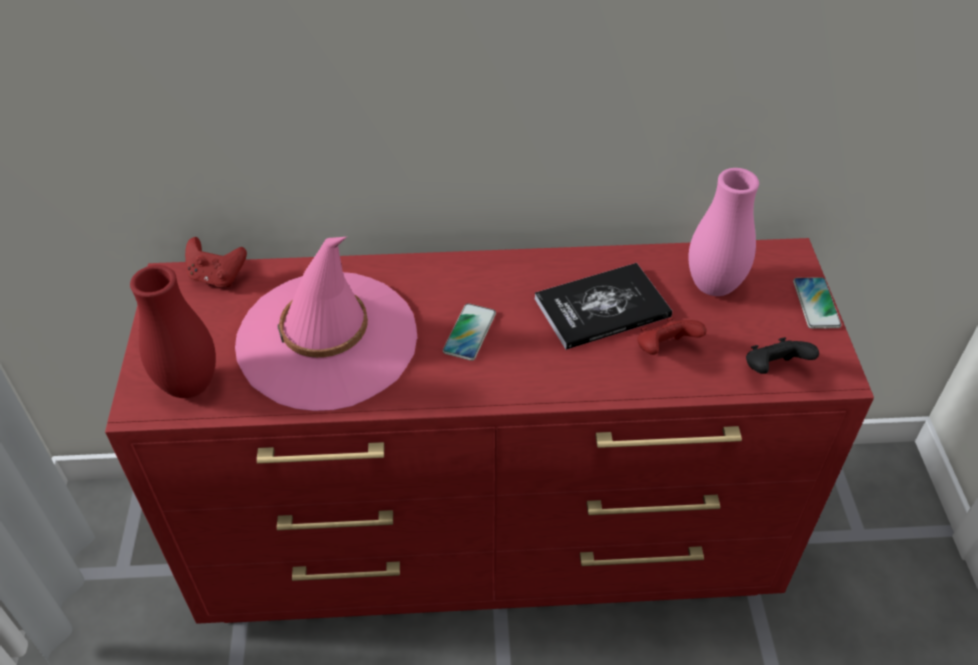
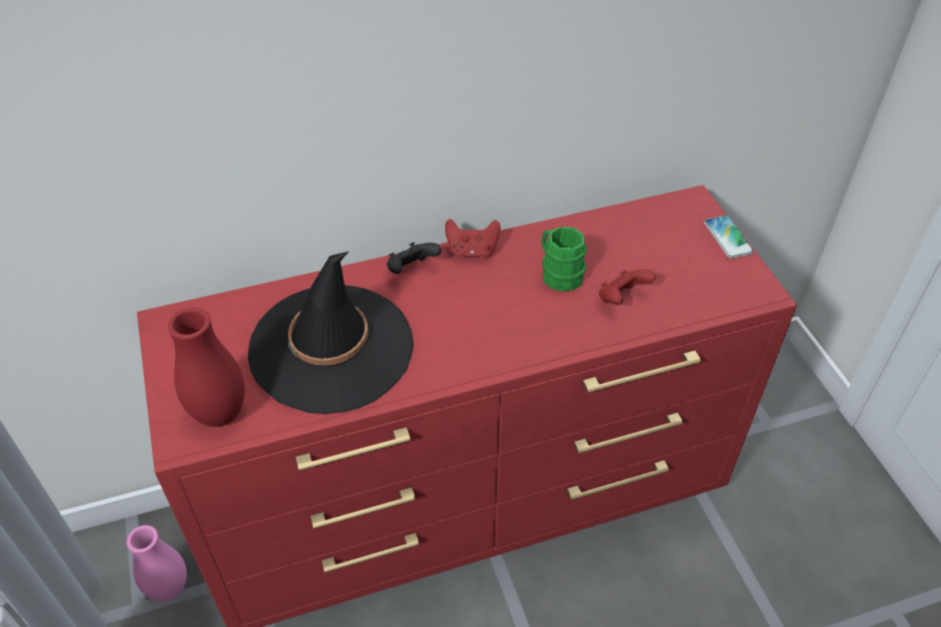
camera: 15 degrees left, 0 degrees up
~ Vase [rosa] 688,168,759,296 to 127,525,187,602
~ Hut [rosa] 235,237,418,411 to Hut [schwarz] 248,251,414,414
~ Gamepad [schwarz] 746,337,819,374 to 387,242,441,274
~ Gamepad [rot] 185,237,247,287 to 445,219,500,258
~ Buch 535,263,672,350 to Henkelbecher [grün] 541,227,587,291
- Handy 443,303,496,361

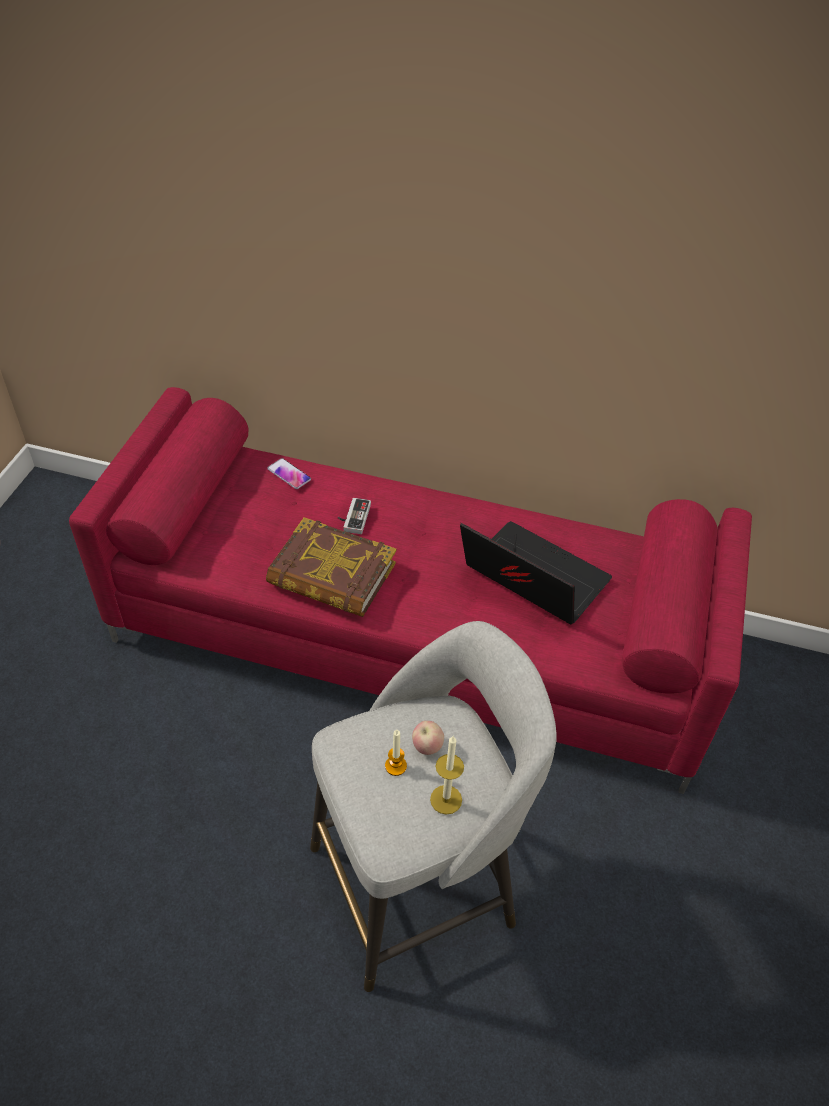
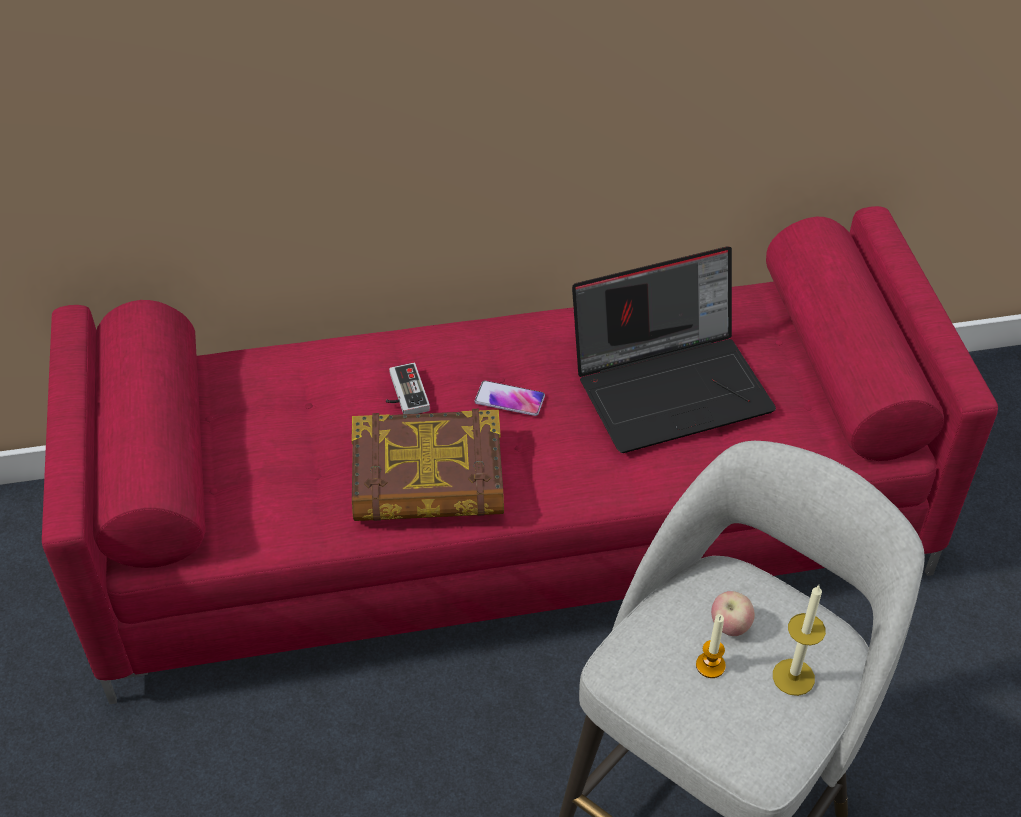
camera: 25 degrees left, 0 degrees up
~ Handy 267,458,311,489 to 475,381,545,416
~ Laptop 460,521,612,624 = 572,247,776,453 150 degrees clockwise

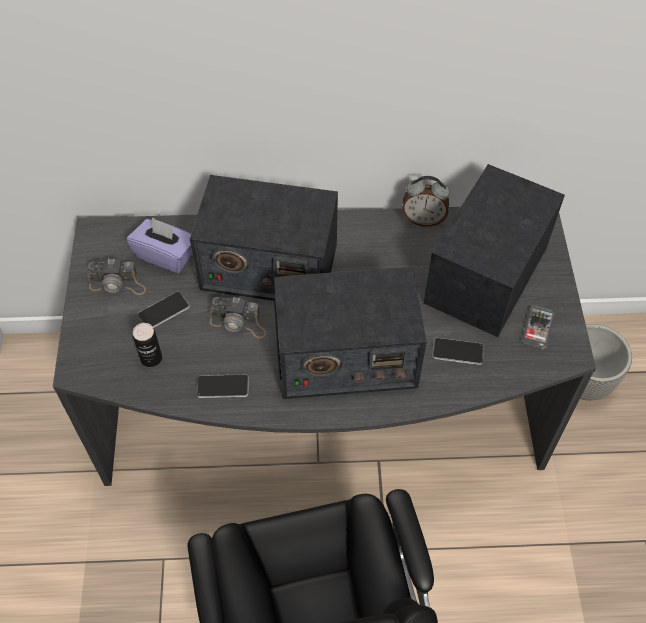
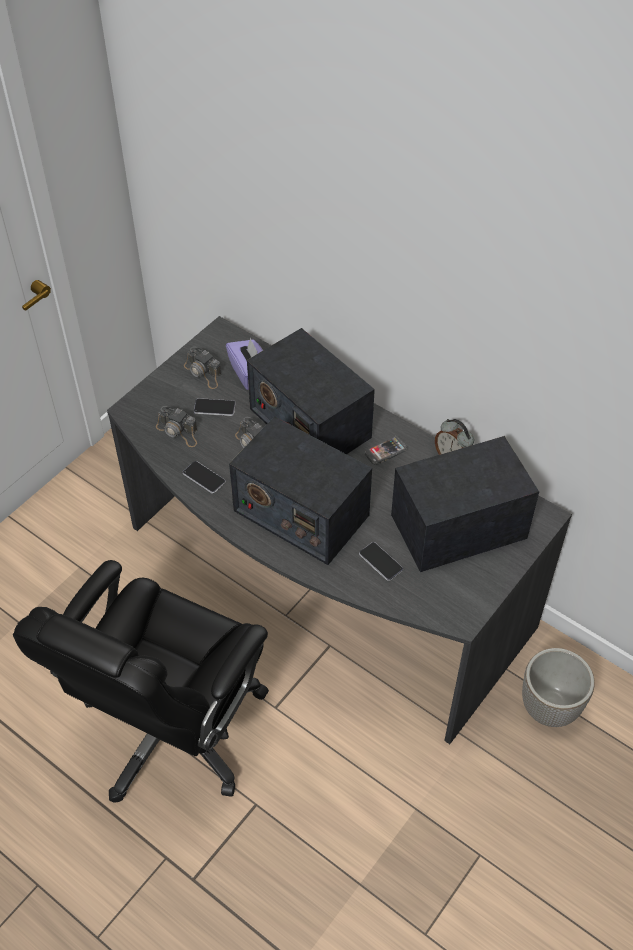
camera: 40 degrees right, 5 degrees down
~ Dose 133,323,162,367 to Kamera 156,406,197,447
~ Handy 522,305,555,350 to 365,436,407,465

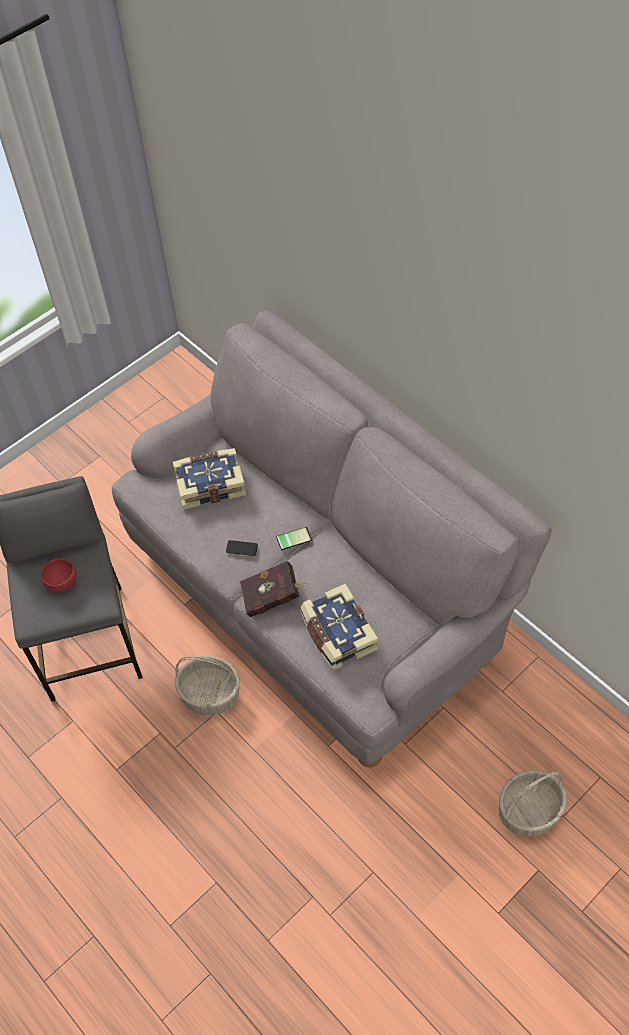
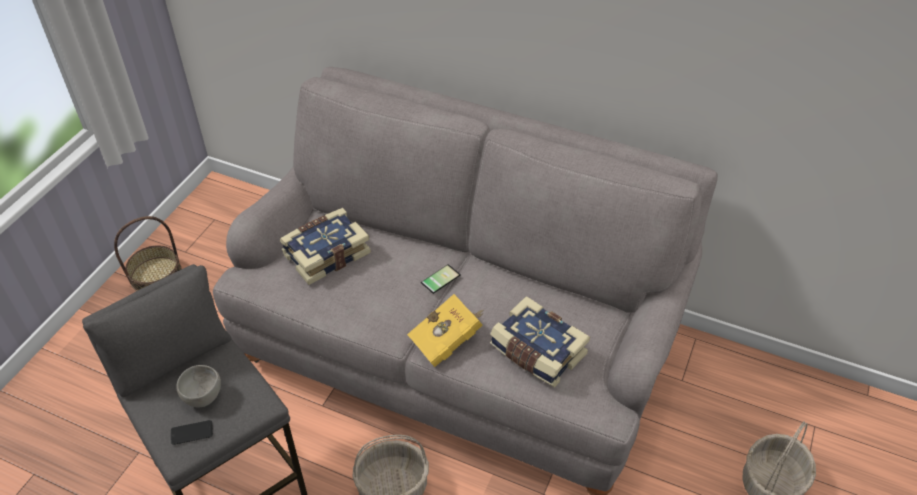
camera: 25 degrees left, 10 degrees down
+ Korb 114,216,182,291
~ Handy 226,540,258,556 to 171,420,213,445
~ Schüssel [rot] 41,558,77,592 to Schüssel [grau] 176,365,221,407
~ Buch [rot] 240,561,306,617 to Buch [gelb] 407,294,484,367

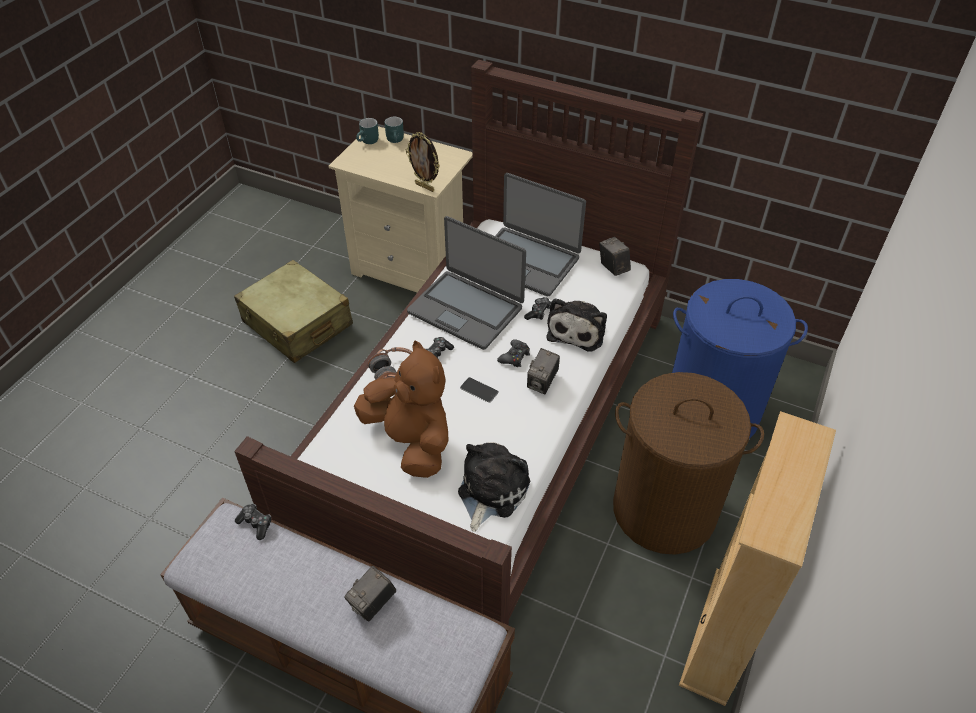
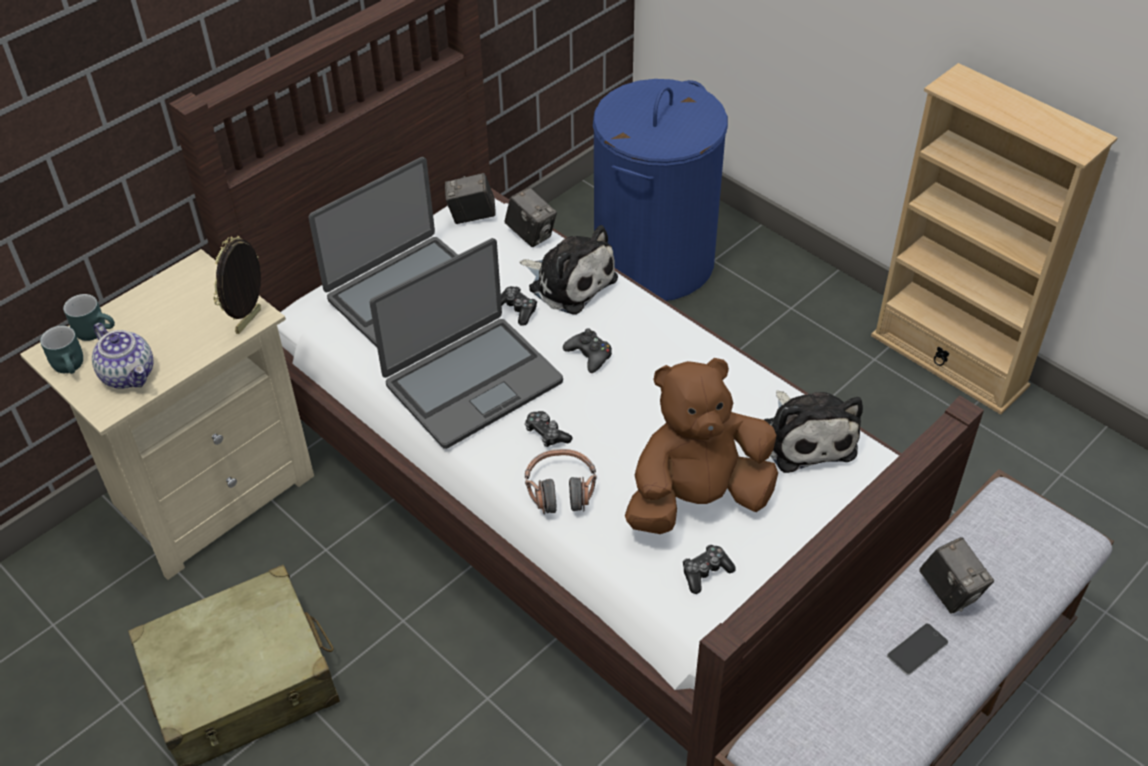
camera: 70 degrees left, 0 degrees up
+ Teekanne 92,323,154,388
~ Bilderrahmen 406,132,440,192 = 214,236,261,334 150 degrees clockwise
~ Kamera 527,348,560,394 to 505,187,557,247
~ Gamepad 235,504,271,540 to 683,544,736,594
~ Plüschtier 458,442,530,532 = 764,390,863,473 150 degrees counterclockwise
~ Handy 460,377,499,403 to 887,623,948,675
- Wäschekorb [braun] 613,372,764,555

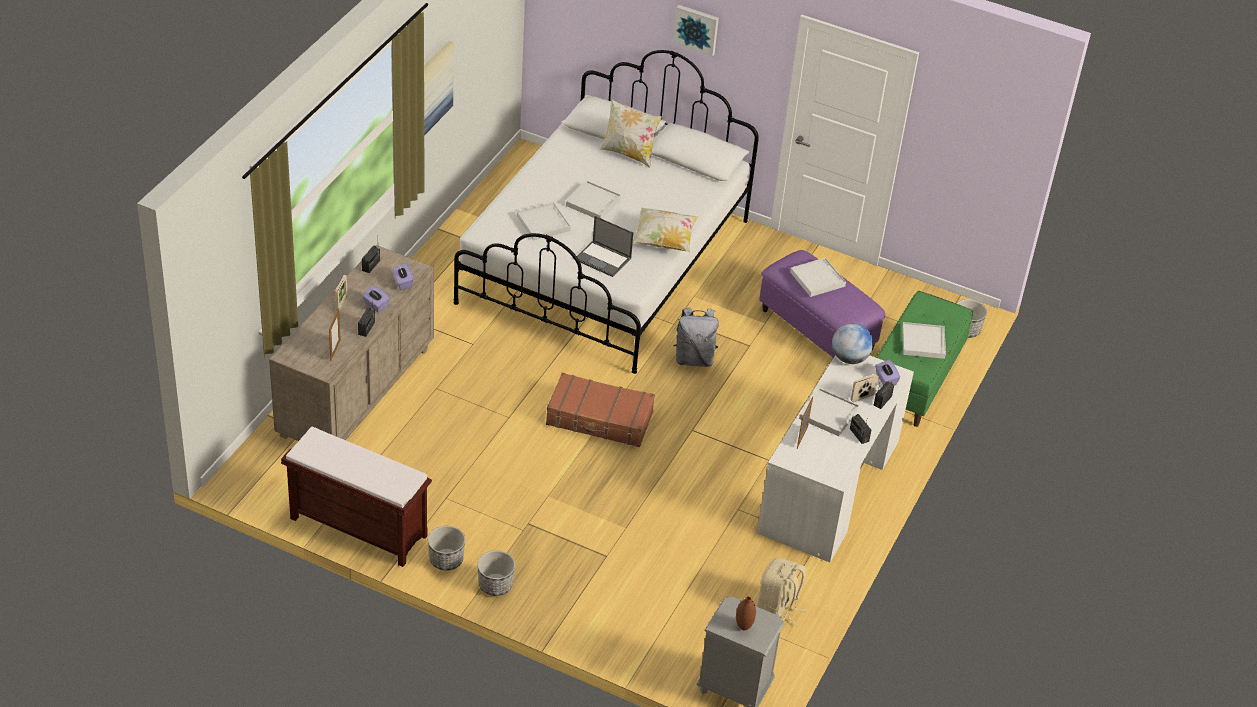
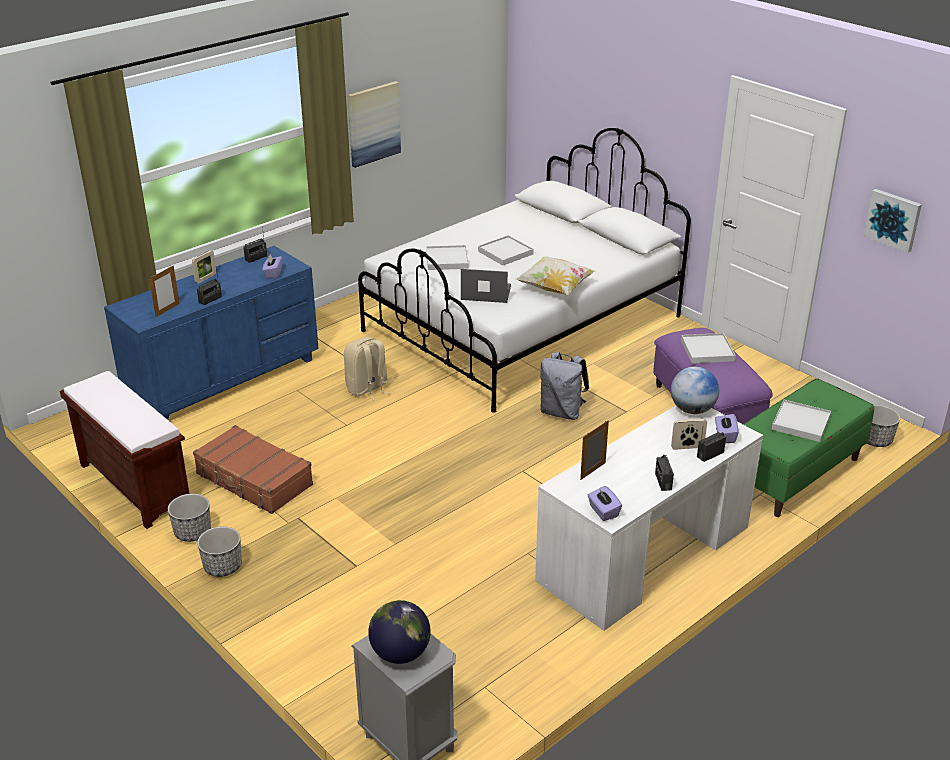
camera: 25 degrees right, 10 degrees down
~ Kommode [beige] 269,245,434,441 to Kommode [blau] 104,246,319,420
~ Koffer [braun] 546,373,655,447 to 193,425,313,514
~ Rucksack [beige] 757,558,806,625 to 344,337,390,401
~ Vase [braun] 736,597,756,631 to Globus 368,600,430,664
~ Laptop 577,216,633,277 = 461,269,511,303 135 degrees clockwise
~ Taschentuchbox [lila] 362,285,390,312 to 588,486,622,521
~ Bild 673,5,719,57 to 863,189,922,253
- Kissen 600,99,662,168
- Tablett [weiß] 799,388,859,436

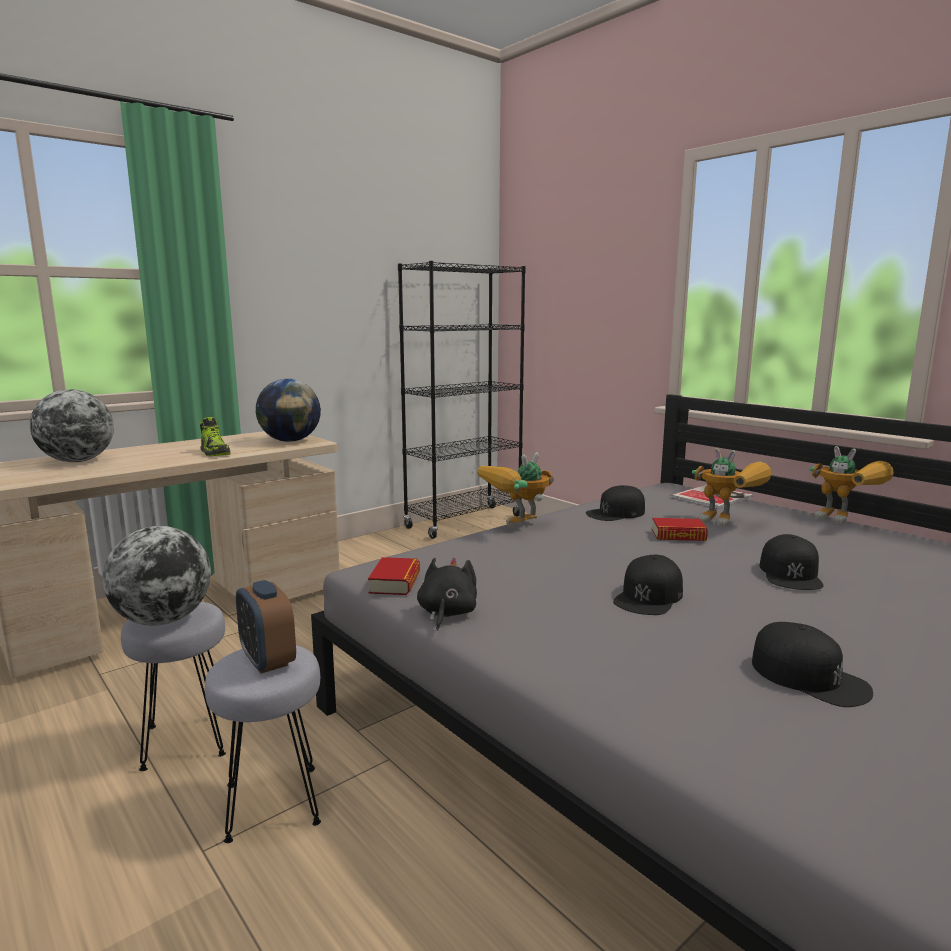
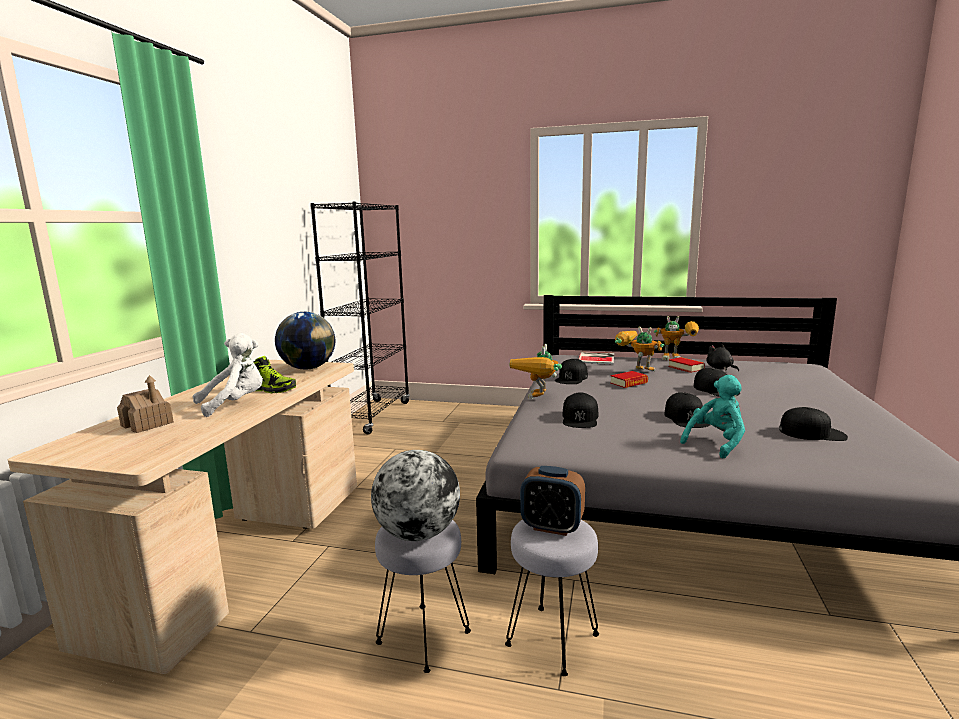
camera: 35 degrees left, 0 degrees up
~ Globus 30,389,114,462 to Spielzeughaus 117,375,174,433
+ Plüschtier [weiß] 193,333,263,417
+ Kappe [schwarz] 562,392,598,428
~ Spielzeugroboter 692,448,772,527 = 615,326,665,371 150 degrees counterclockwise
~ Buch 368,557,420,595 to 668,357,705,373
+ Plüschtier [türkis] 680,375,745,458
~ Plüschtier [schwarz] 417,557,477,631 to 706,344,739,371

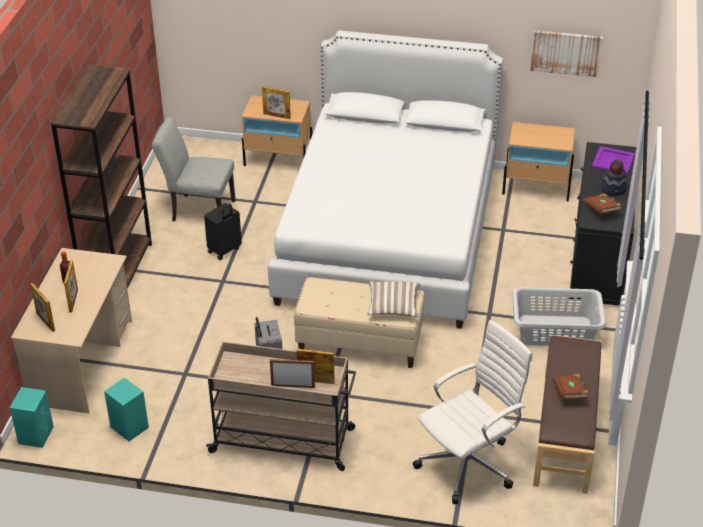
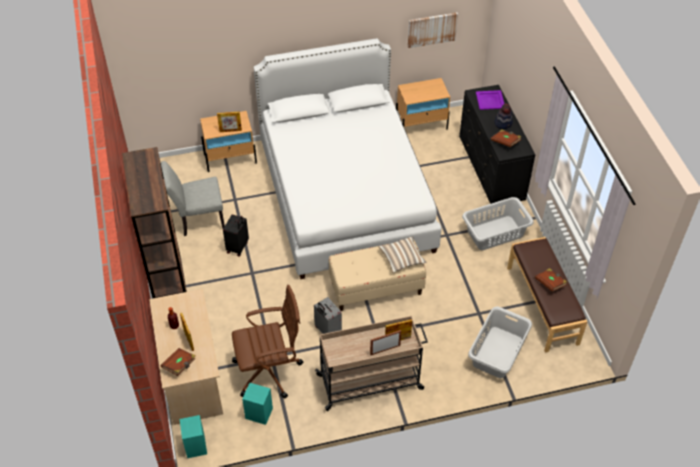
camera: 25 degrees left, 10 degrees up
~ Bilderrahmen 30,283,55,332 to Buch [braun] 161,348,196,376
+ Bürostuhl [braun] 232,285,304,399
~ Bürostuhl [weiß] 413,320,532,504 to Wäschekorb [grau] 468,306,532,378

